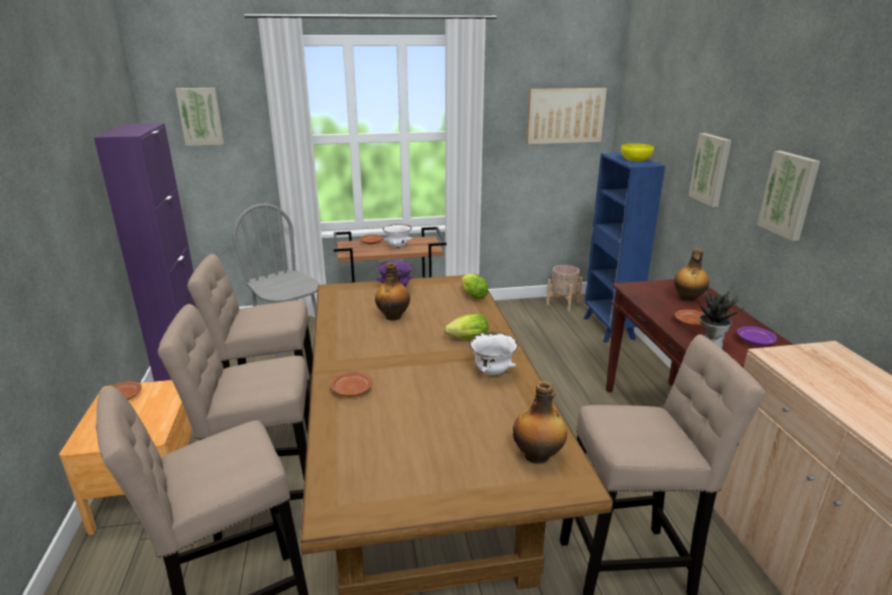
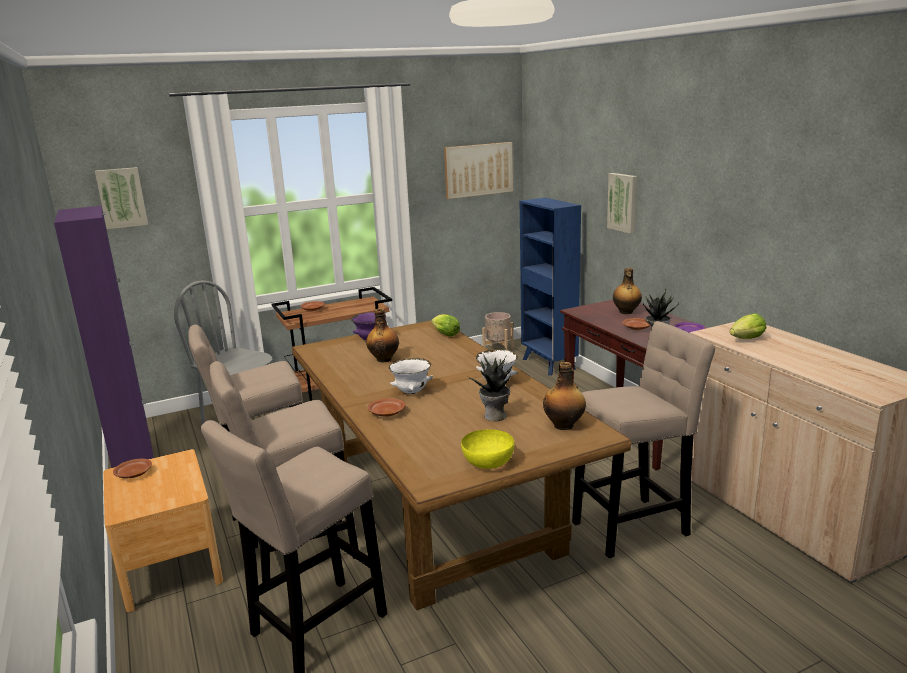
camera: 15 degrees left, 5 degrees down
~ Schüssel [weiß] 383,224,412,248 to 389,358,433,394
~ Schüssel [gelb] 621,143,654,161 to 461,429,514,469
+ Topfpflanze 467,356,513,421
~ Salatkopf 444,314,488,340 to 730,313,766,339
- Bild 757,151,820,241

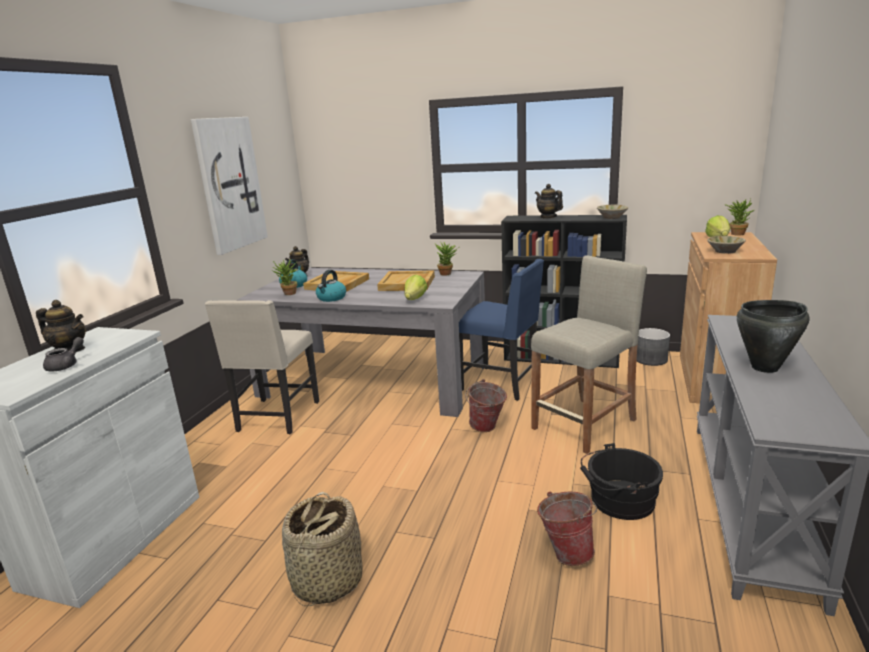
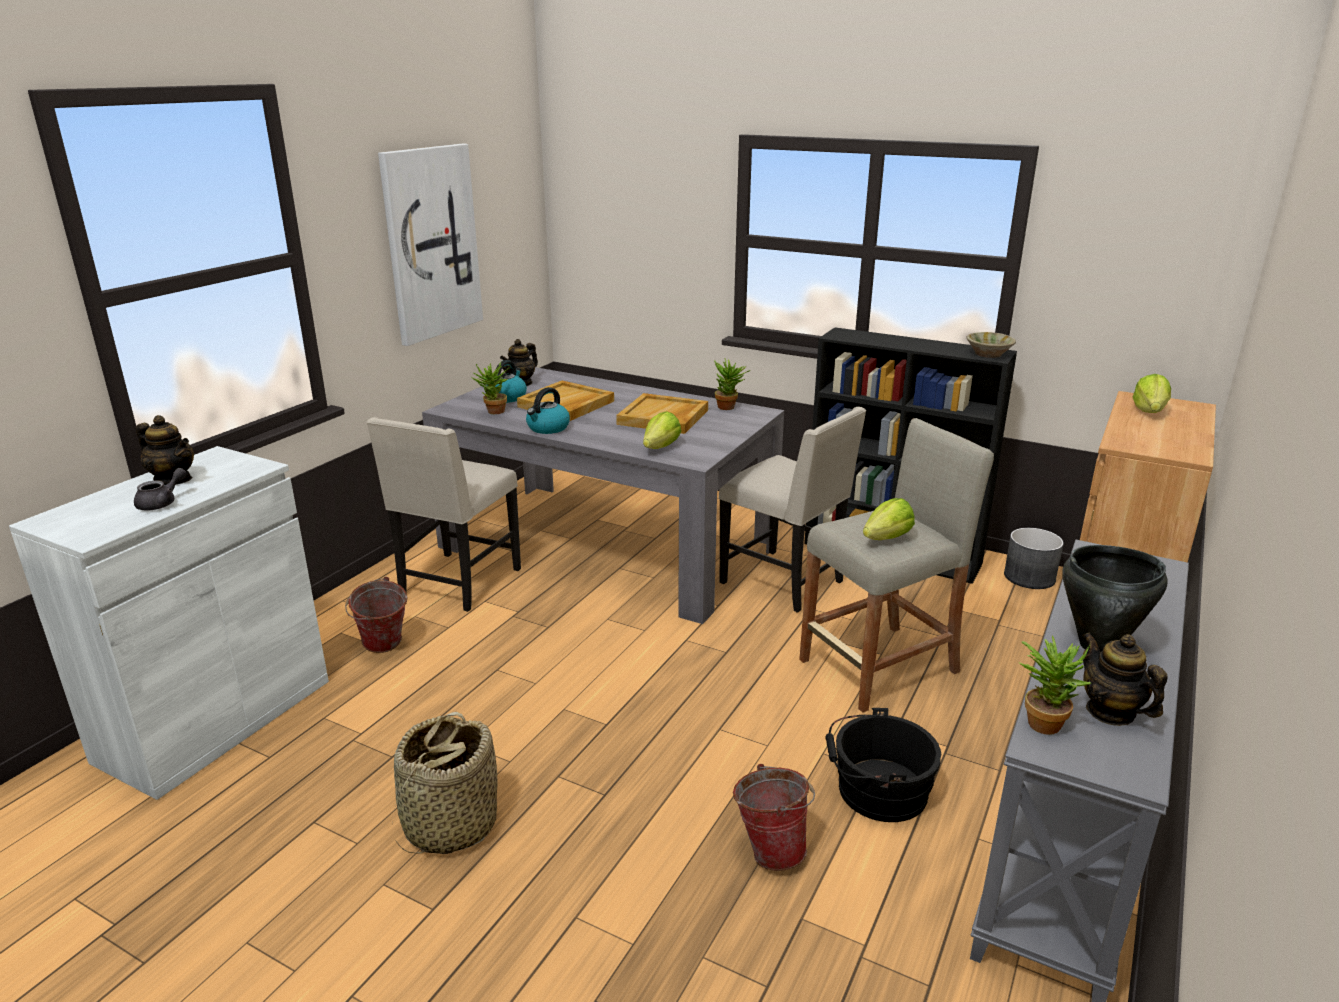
camera: 10 degrees right, 5 degrees up
~ Eimer 465,379,507,432 to 345,577,408,653
~ Stuhl [blau] 459,259,544,401 to Stuhl [beige] 719,407,867,613
+ Salatkopf 863,498,915,540
~ Topfpflanze 724,199,754,236 to 1019,635,1091,735
~ Teekanne 535,184,563,219 to 1083,632,1168,726
- Schüssel [beige] 707,236,746,254

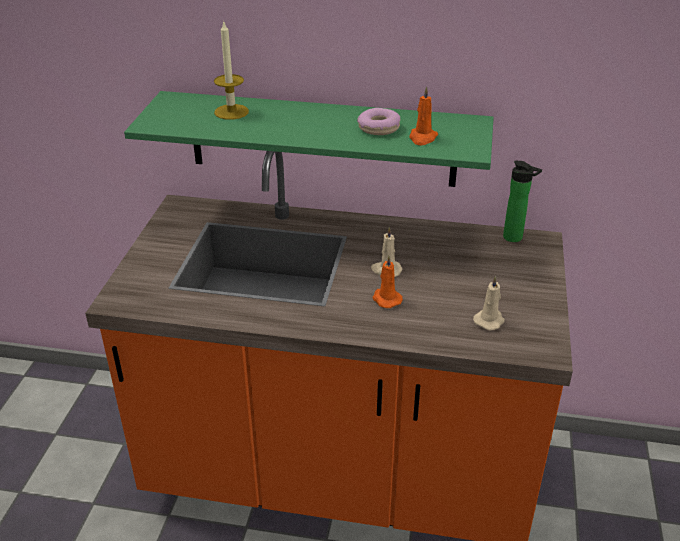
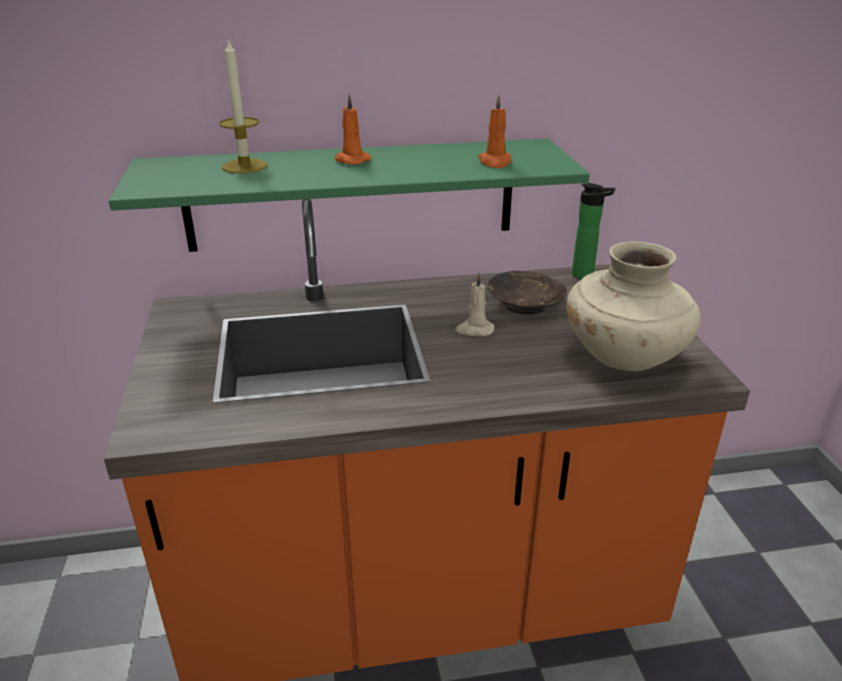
camera: 20 degrees left, 5 degrees down
~ Kerze [orange] 373,256,403,308 to 335,94,371,165
+ Schüssel [braun] 488,271,567,315
~ Kerze [beige] 473,276,505,330 to Vase [beige] 566,241,701,371
- Donut 357,108,400,135

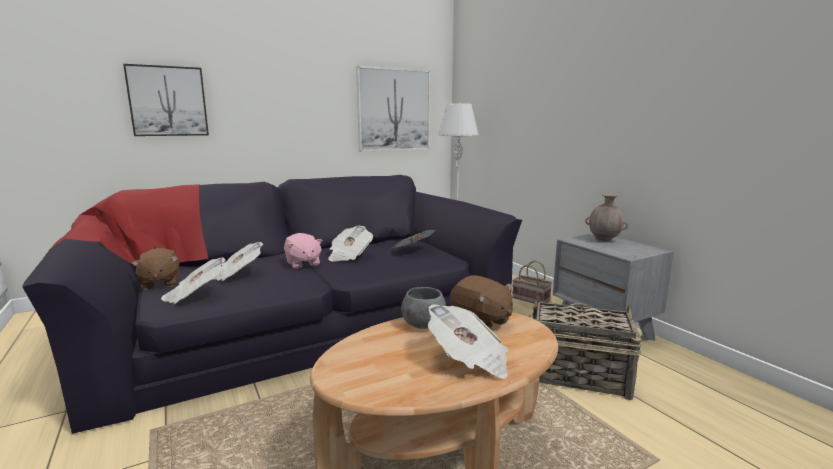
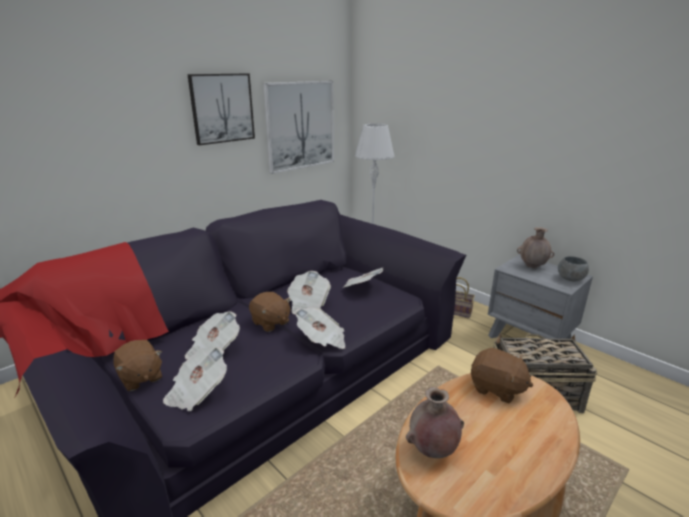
camera: 15 degrees left, 10 degrees up
~ Bild 123,64,209,136 to 187,74,255,145
~ Plüschtier [rosa] 284,233,323,269 to Plüschtier [braun] 249,292,291,332
~ Zeitung 428,304,508,379 to 295,307,345,349
+ Vase [braun] 406,387,464,458
~ Schüssel [grau] 401,287,446,329 to 558,256,589,282

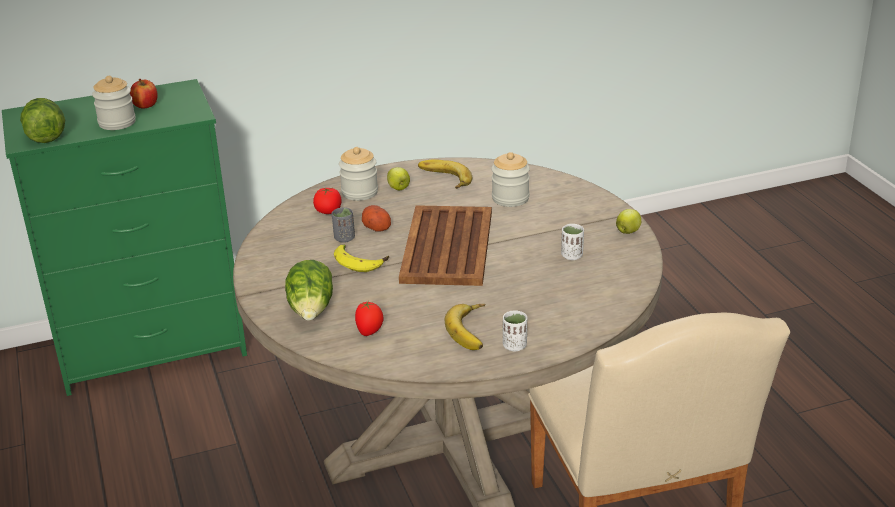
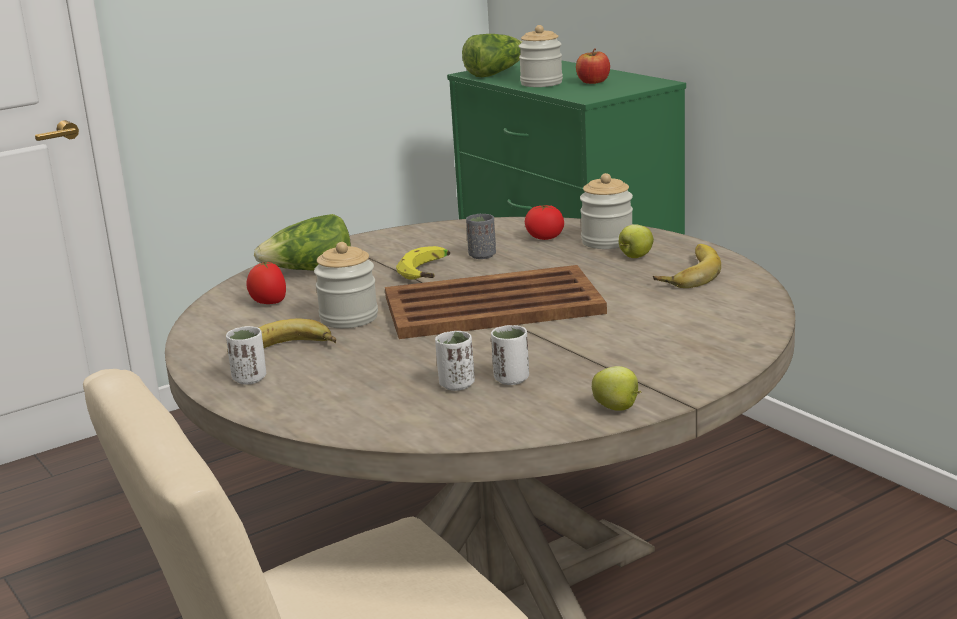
camera: 75 degrees right, 10 degrees down
~ Vorratsglas 491,152,530,207 to 314,242,378,328
+ Tasse [weiß] 435,331,475,391
- Kartoffel 362,205,391,231

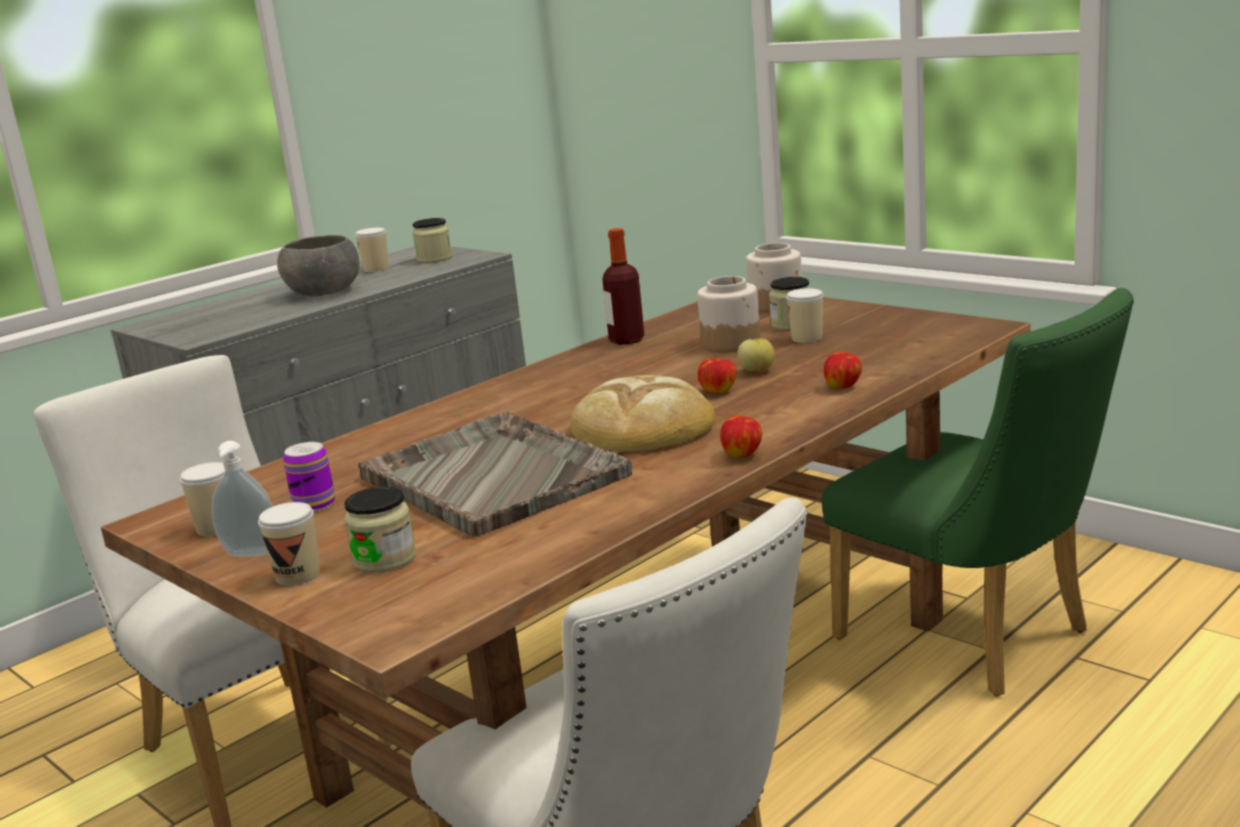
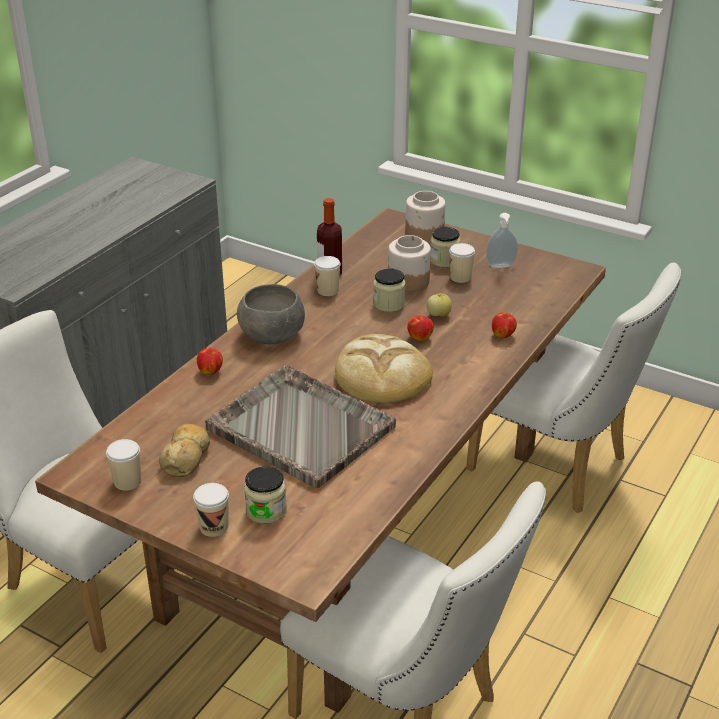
camera: 15 degrees left, 15 degrees up
~ Dose 283,442,335,512 to Brot 159,424,210,477
~ Apfel 720,416,762,458 to 197,348,223,375
~ Schüssel [grau] 277,235,360,296 to 237,284,305,344
~ Tasse 355,228,389,272 to 314,256,341,296
~ Vorratsglas 412,218,452,263 to 373,268,406,312
~ Stuhl [grün] 822,288,1134,696 to Stuhl [weiß] 466,263,681,513
~ Seifenspender 212,441,273,557 to 486,213,518,268

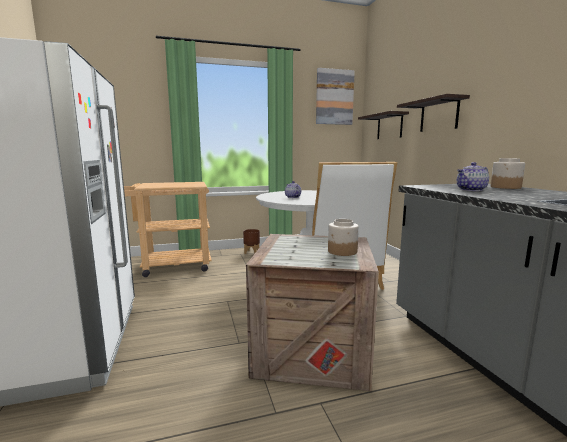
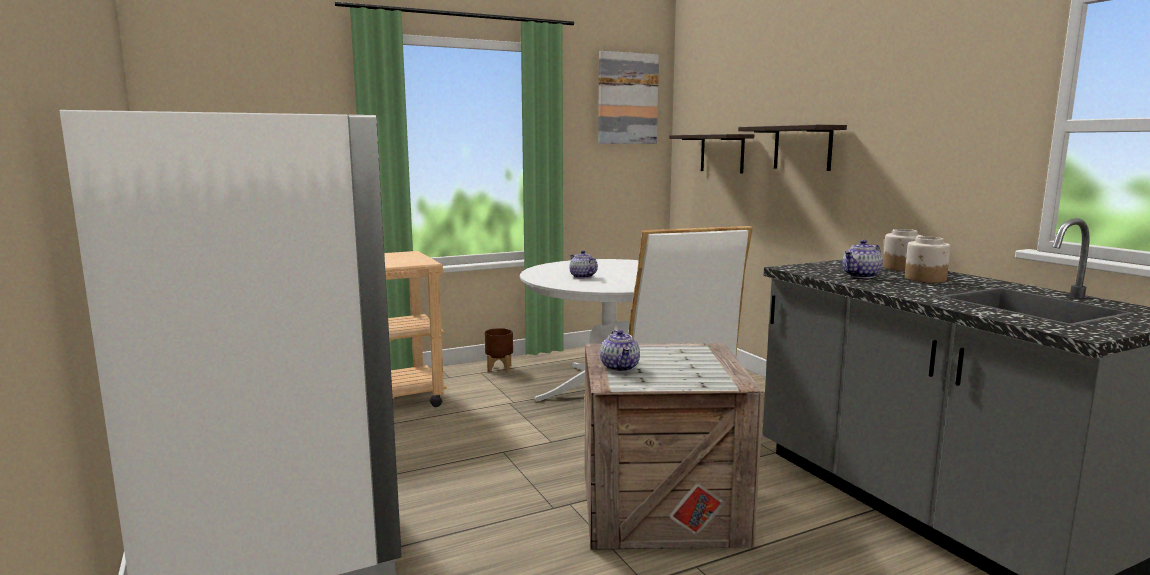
camera: 10 degrees left, 0 degrees up
+ Teekanne 600,330,640,372
~ Vorratsglas 328,219,359,256 to 905,236,950,283

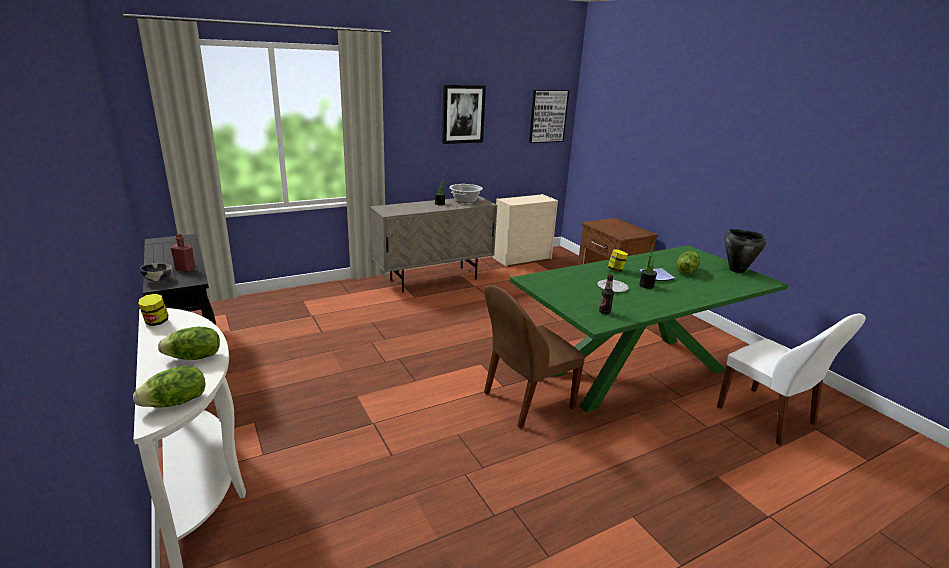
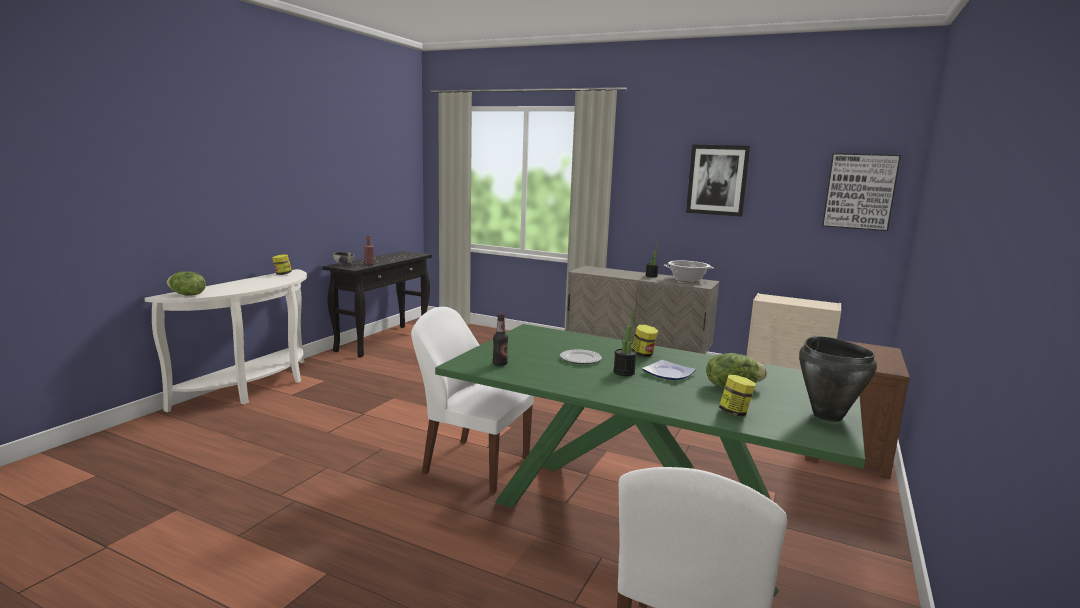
camera: 55 degrees right, 10 degrees down
~ Stuhl [braun] 484,285,585,428 to Stuhl [weiß] 411,307,534,493
+ Vorratsglas 719,375,755,416
- Salatkopf 158,327,220,360

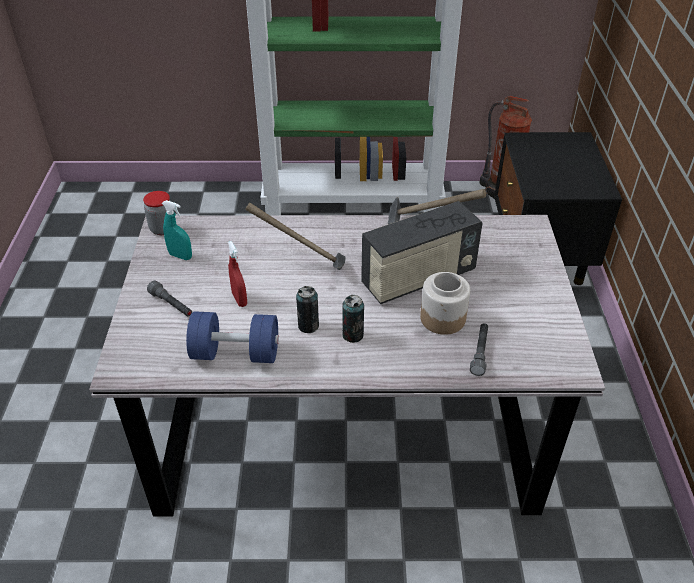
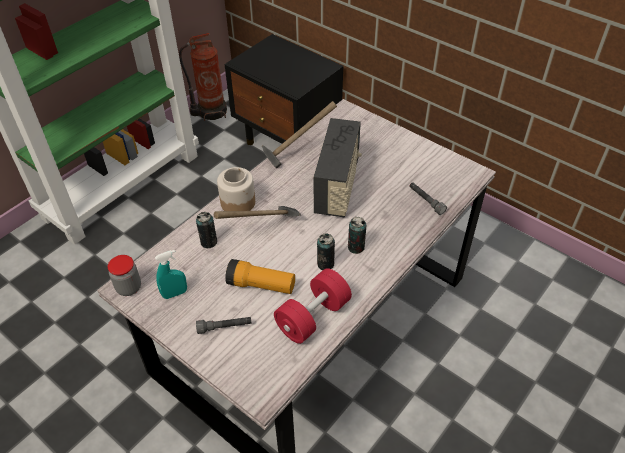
camera: 50 degrees left, 5 degrees up
+ Dose 196,212,217,248
~ Vorratsglas 420,272,470,335 to 217,167,255,211
~ Sprühflasche [rot] 228,241,247,307 to Taschenlampe 225,259,295,294
~ Hantel [blau] 186,311,279,363 to Hantel [rot] 274,268,352,344

